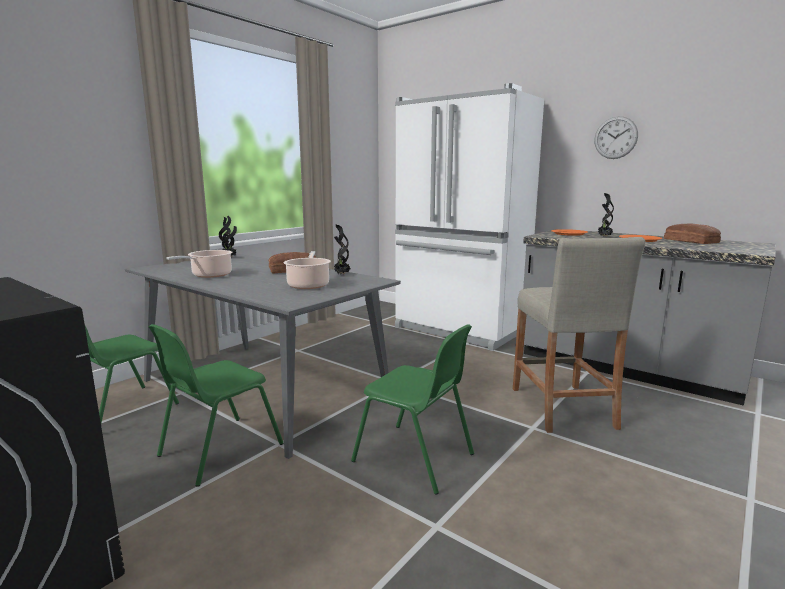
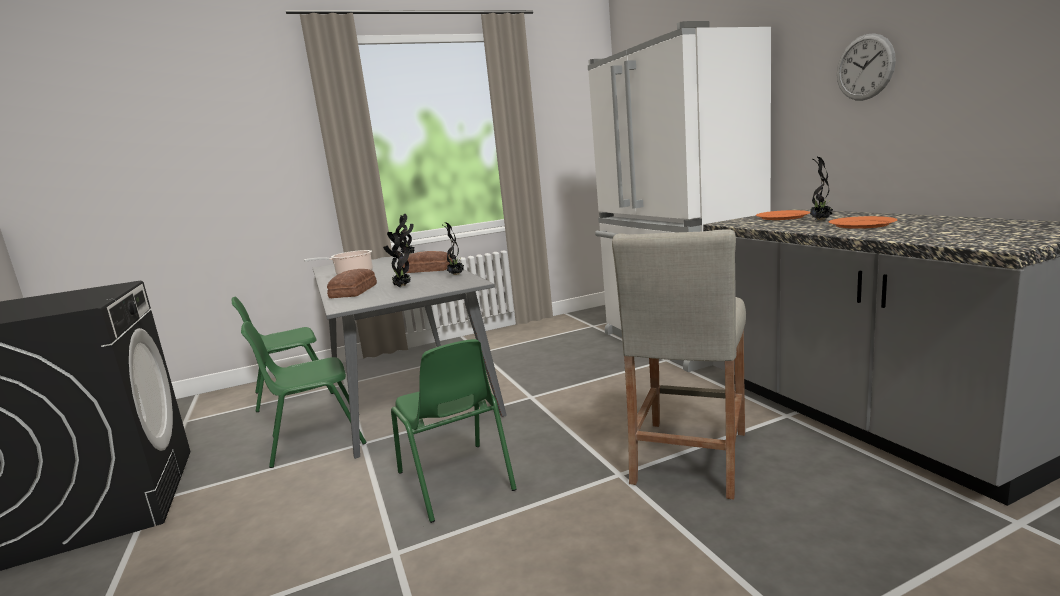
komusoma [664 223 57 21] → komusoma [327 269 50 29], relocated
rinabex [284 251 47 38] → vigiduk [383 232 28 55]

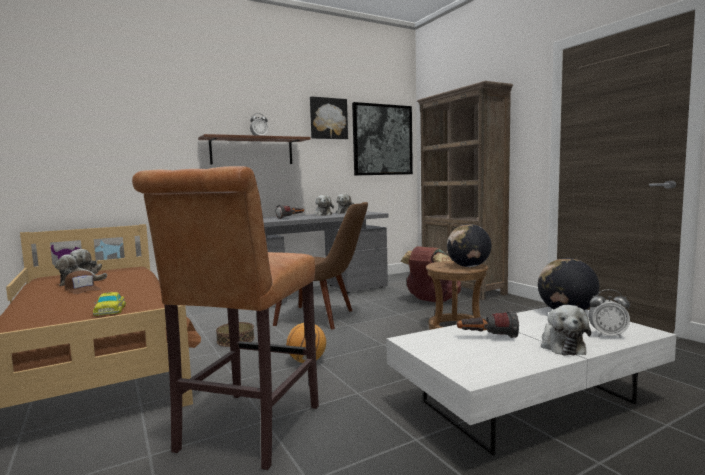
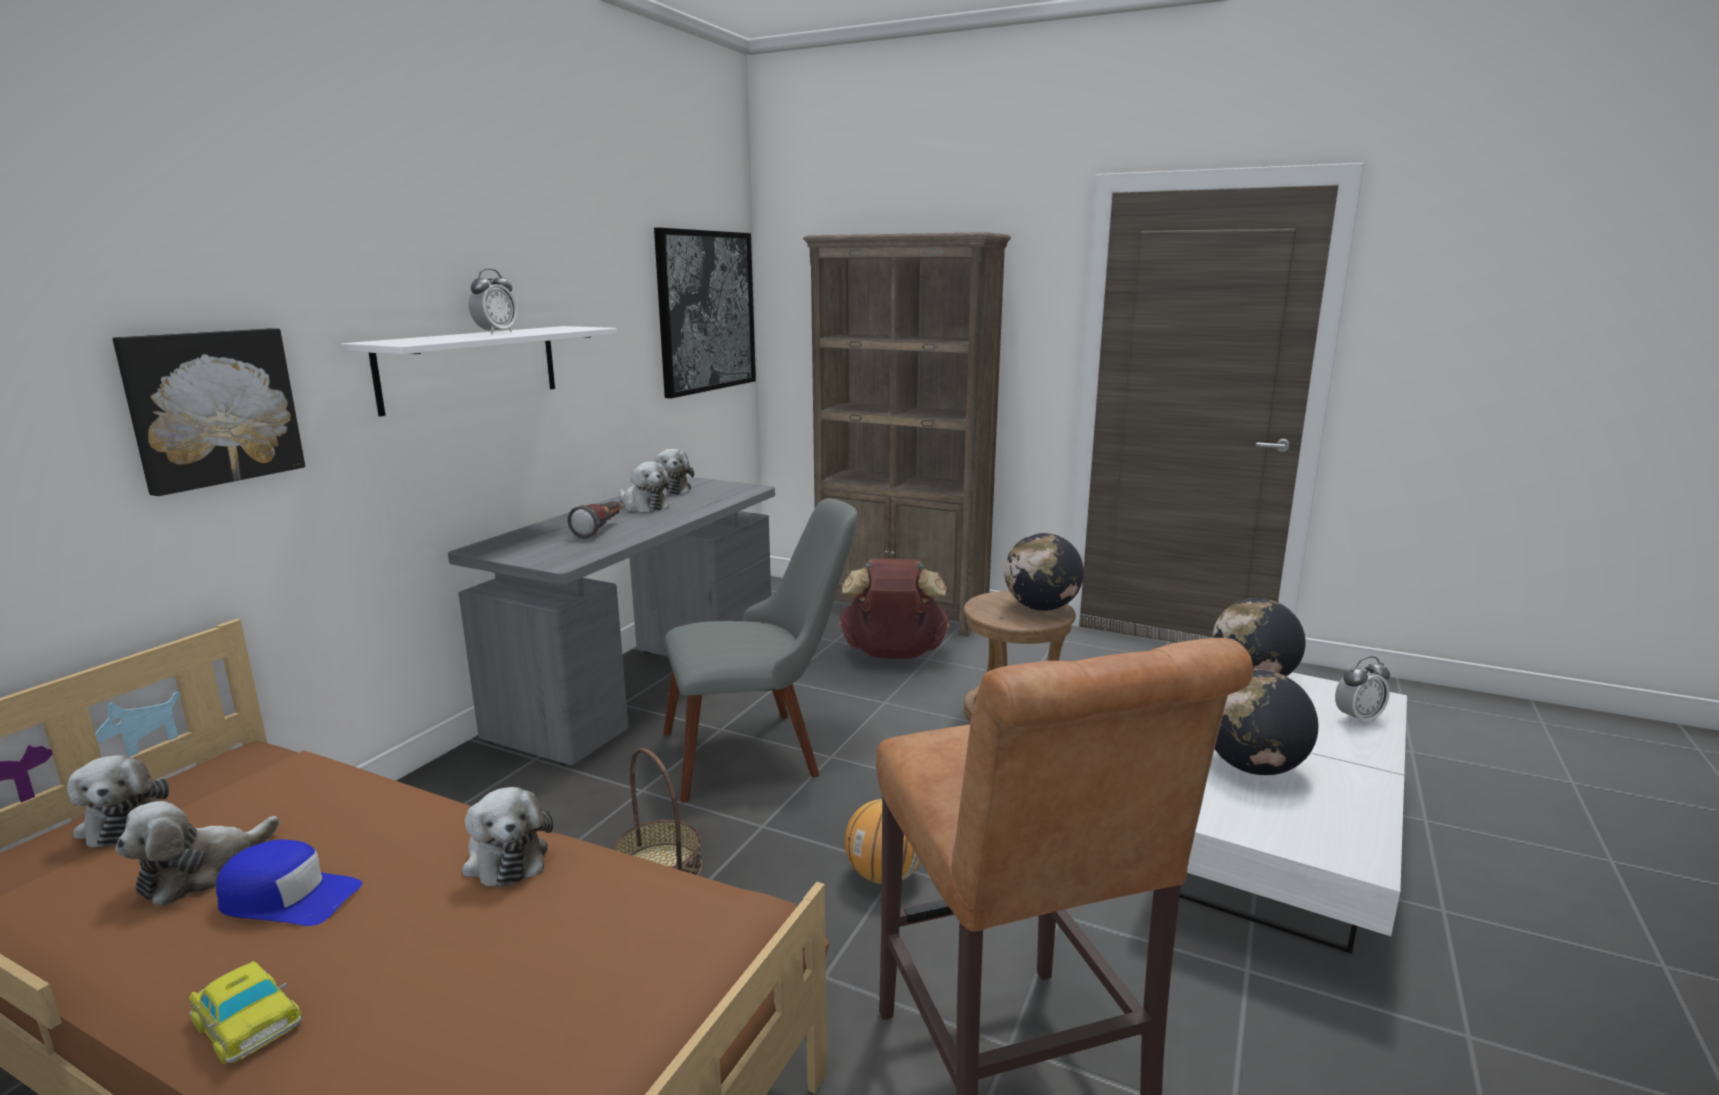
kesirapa [93 292 33 24] → kesirapa [189 961 113 103], relocated
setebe [310 96 38 43] → setebe [112 328 193 168], relocated
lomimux [541 305 50 51] → lomimux [462 787 91 101], relocated
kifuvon [457 311 62 27] → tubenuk [1215 669 103 106]
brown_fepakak [65 270 36 24] → blue_fepakak [216 839 146 87]
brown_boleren [198 134 113 31] → white_boleren [341 326 276 91]
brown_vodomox [273 202 95 127] → grey_vodomox [664 498 194 305]

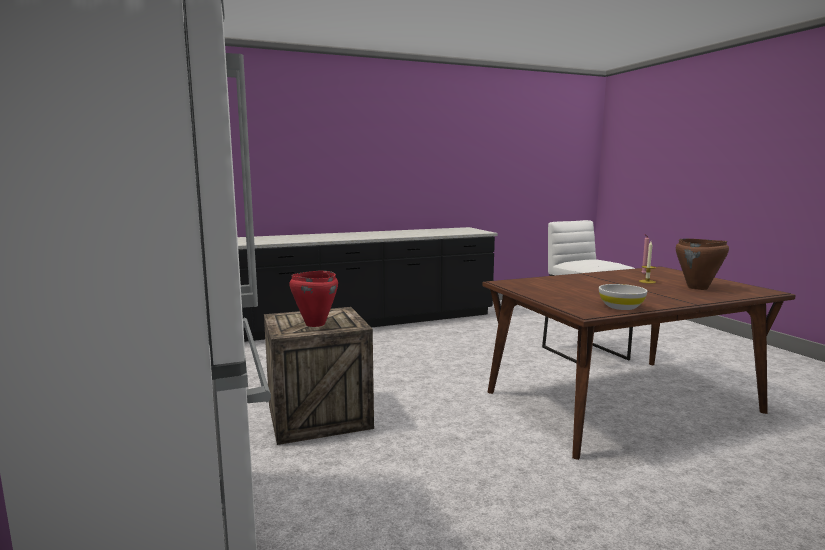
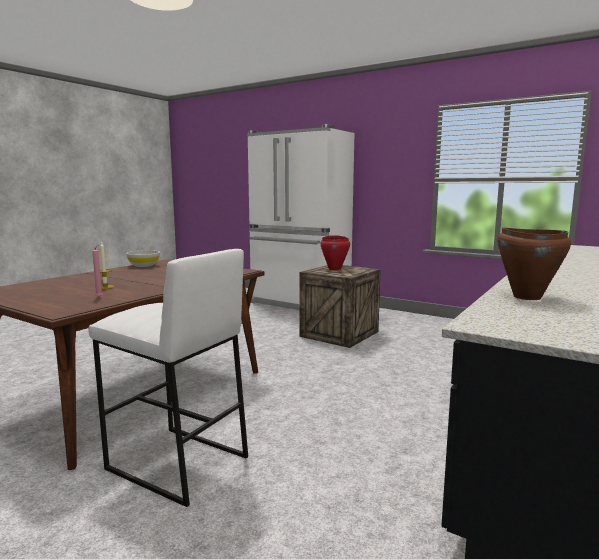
brown_rinabex [676 239 53 51] → brown_rinabex [497 228 74 72], relocated

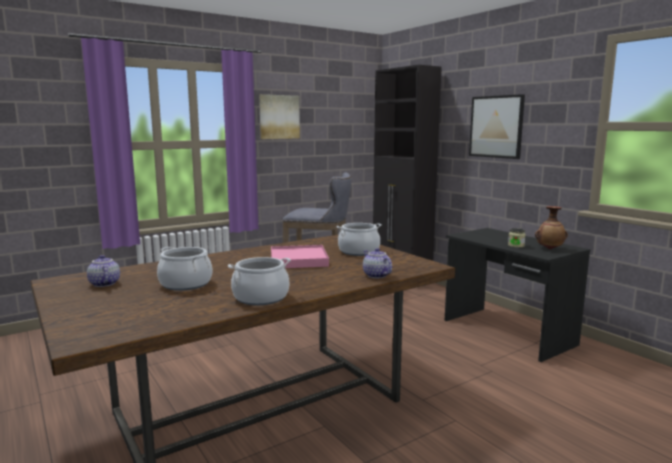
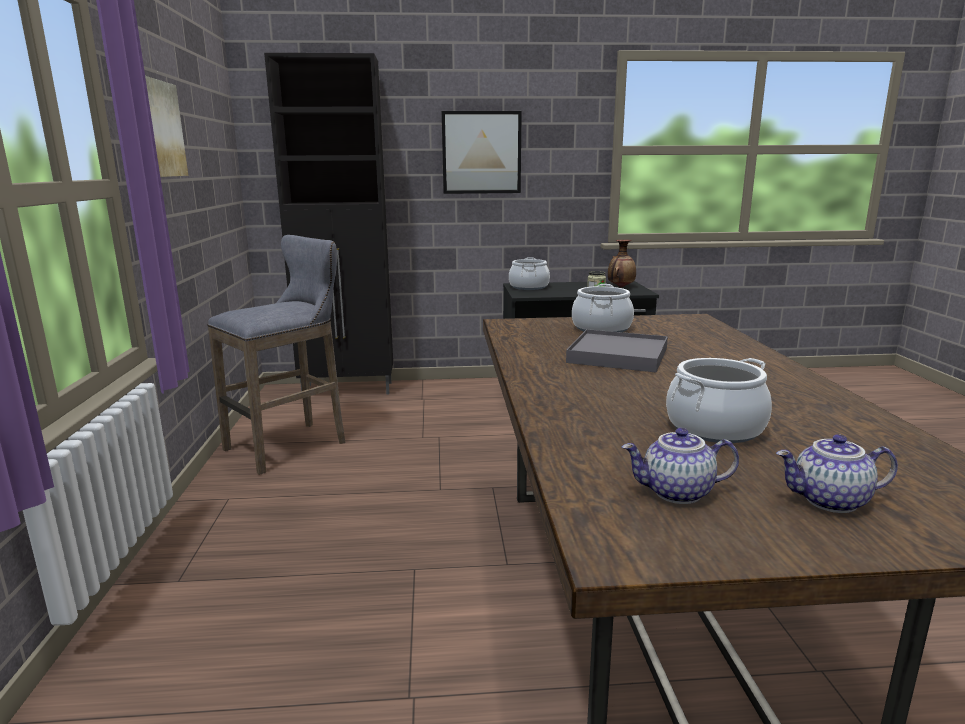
rinabex [228 257 63 48] → rinabex [509 257 41 33], relocated
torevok [363 248 29 30] → torevok [776 434 122 79], relocated
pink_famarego [271 245 58 23] → grey_famarego [566 329 102 43]

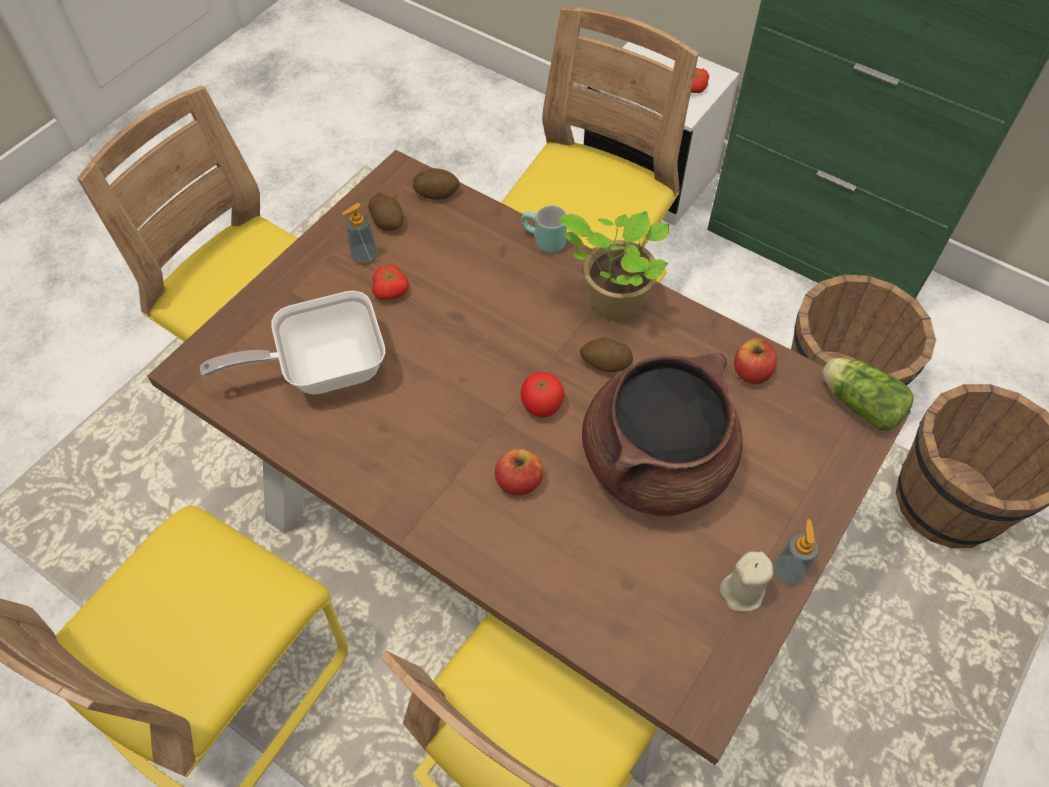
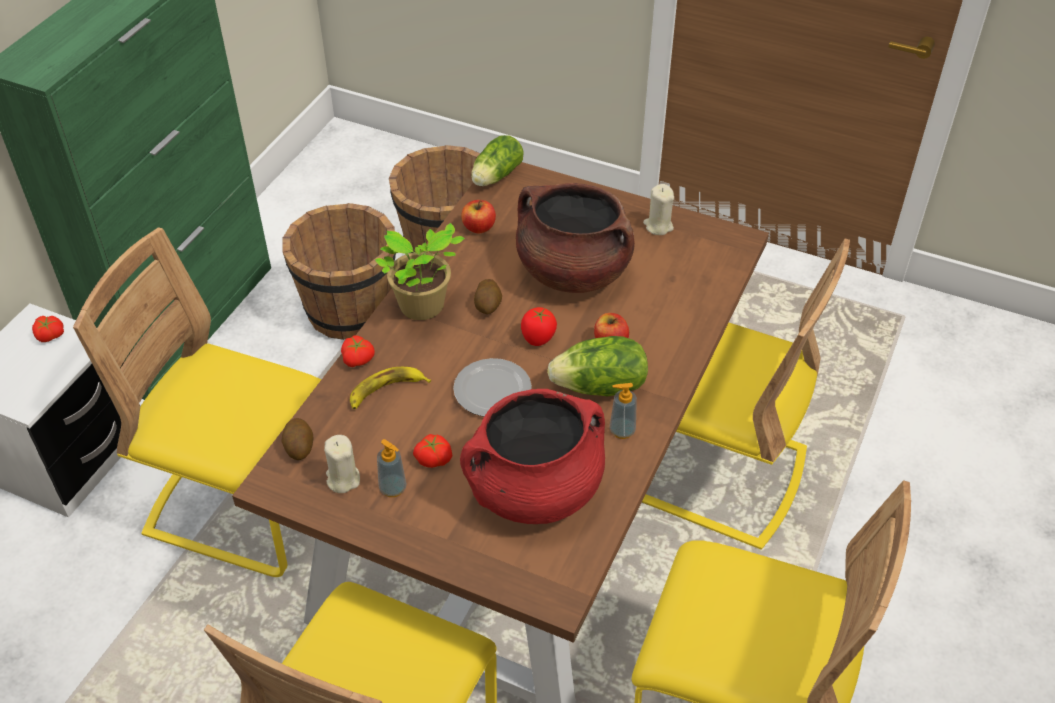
- → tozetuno [350 367 81 42]
- → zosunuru [453 358 79 59]
- → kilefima [547 336 101 60]
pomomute [773 519 46 67] → pomomute [610 383 27 56], relocated
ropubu [200 291 185 103] → red_rinabex [460 389 145 135]
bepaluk [368 193 35 38] → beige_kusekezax [324 435 36 58]
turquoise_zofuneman [521 205 46 48] → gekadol [341 335 34 32]

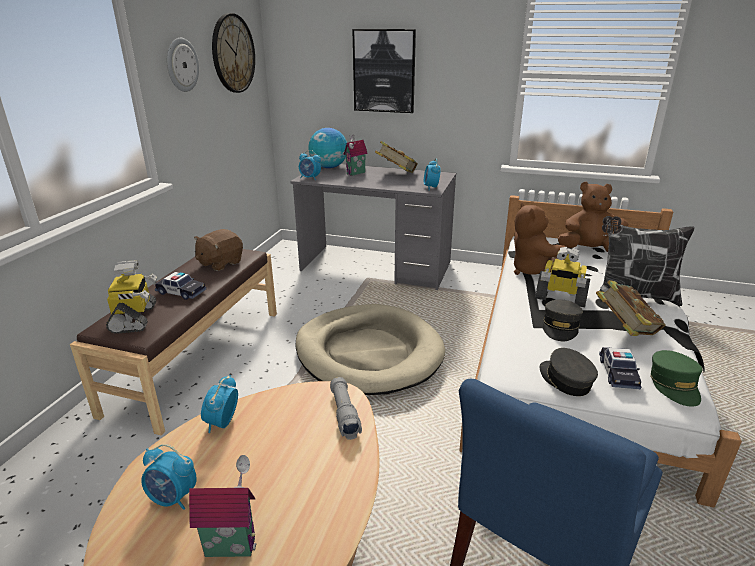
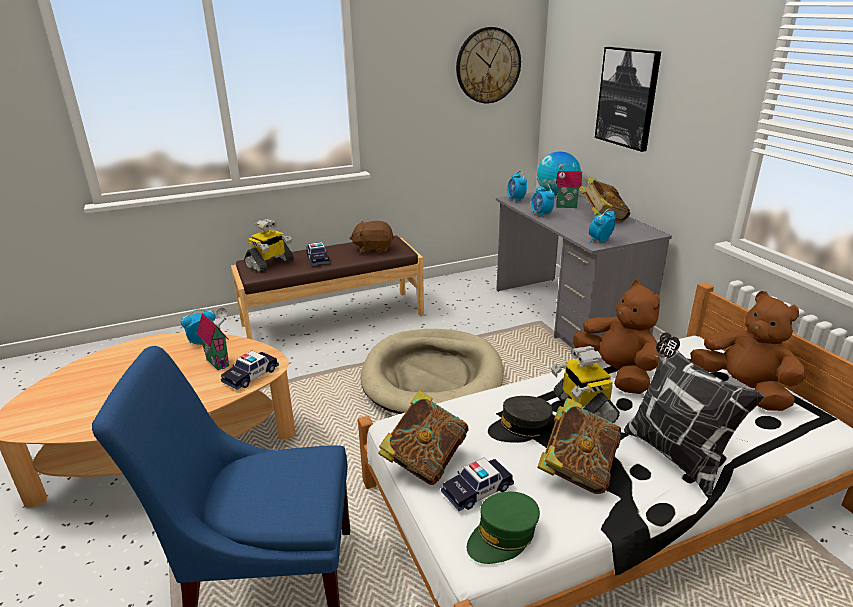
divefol [167 38 32 54] → -
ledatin [141 444 56 66] → ledatin [531 184 24 34], relocated
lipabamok [189 455 67 102] → lipabamok [197 308 32 62], relocated
grey_kifuvon [330 377 32 63] → kesirapa [221 351 58 39]
grey_fepakak [539 348 59 48] → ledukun [378 390 91 95]
brown_lomimux [514 202 57 73] → brown_lomimux [573 280 88 114], 120 degrees clockwise

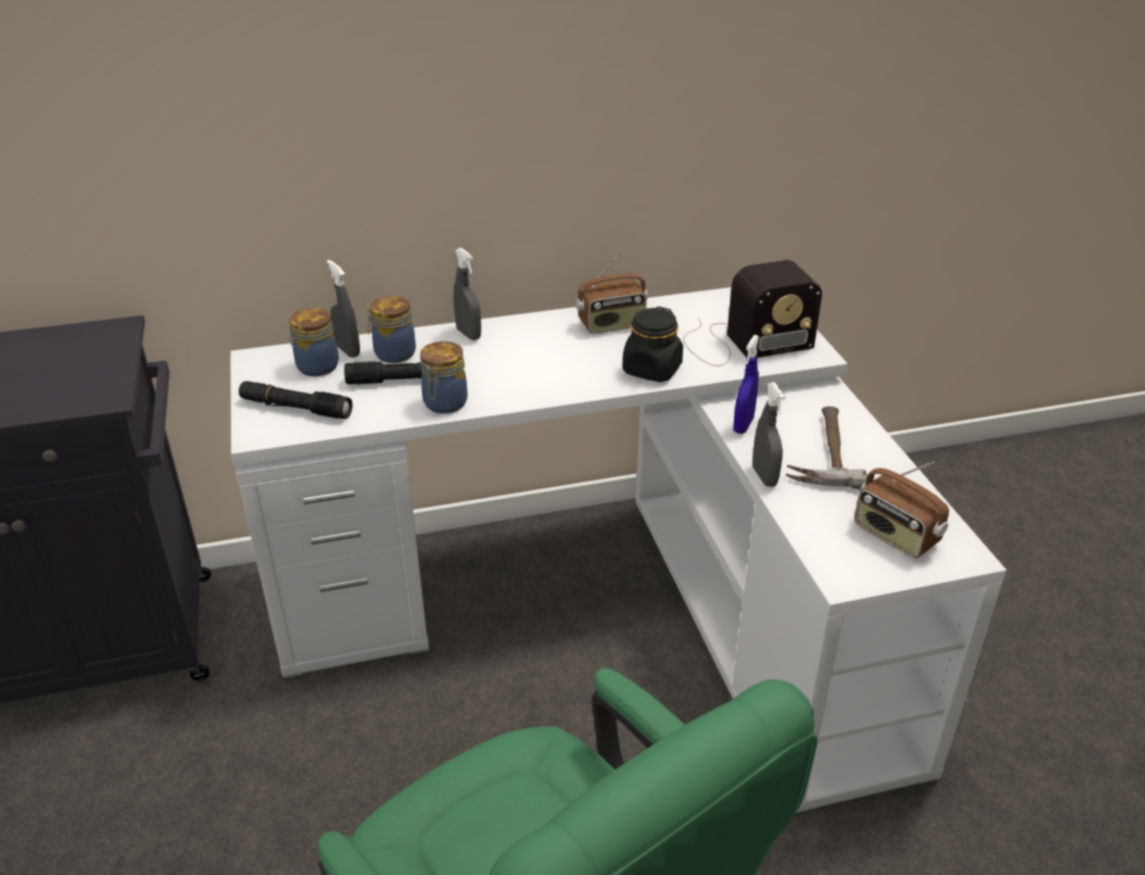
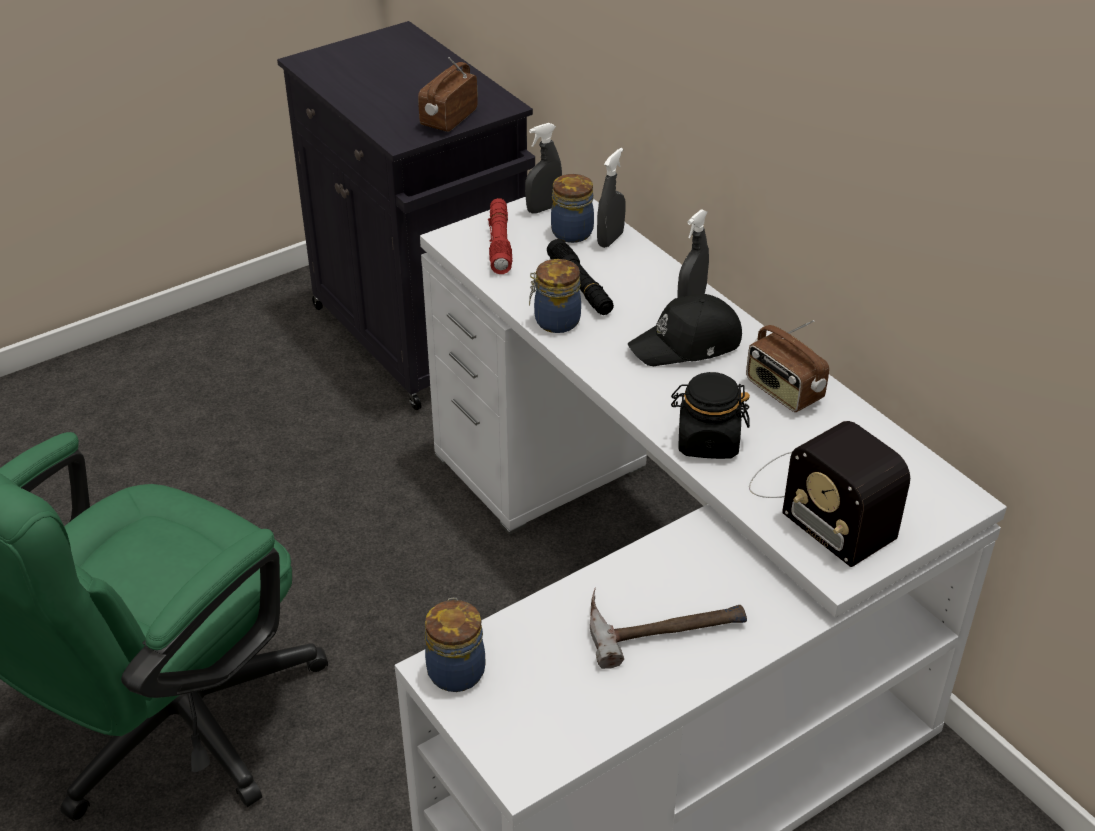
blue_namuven [733 335 26 99] → -
- → black_fepakak [628 294 114 72]
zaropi [366 296 50 67] → zaropi [425 598 60 94], relocated
grey_namuven [753 382 33 105] → grey_namuven [525 123 37 91], relocated
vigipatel [854 461 95 97] → vigipatel [418 57 60 75], relocated
black_kifuvon [239 381 114 38] → red_kifuvon [488 198 25 76]

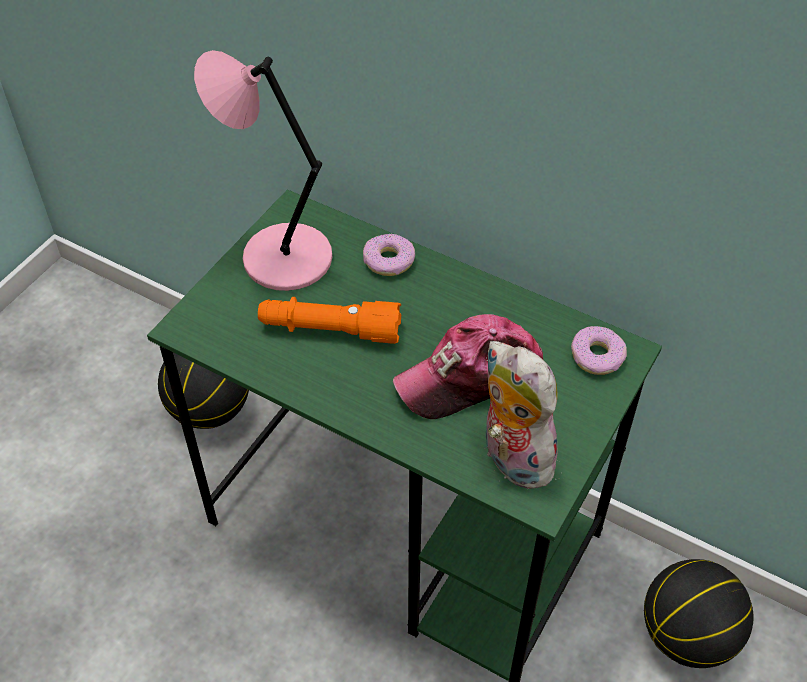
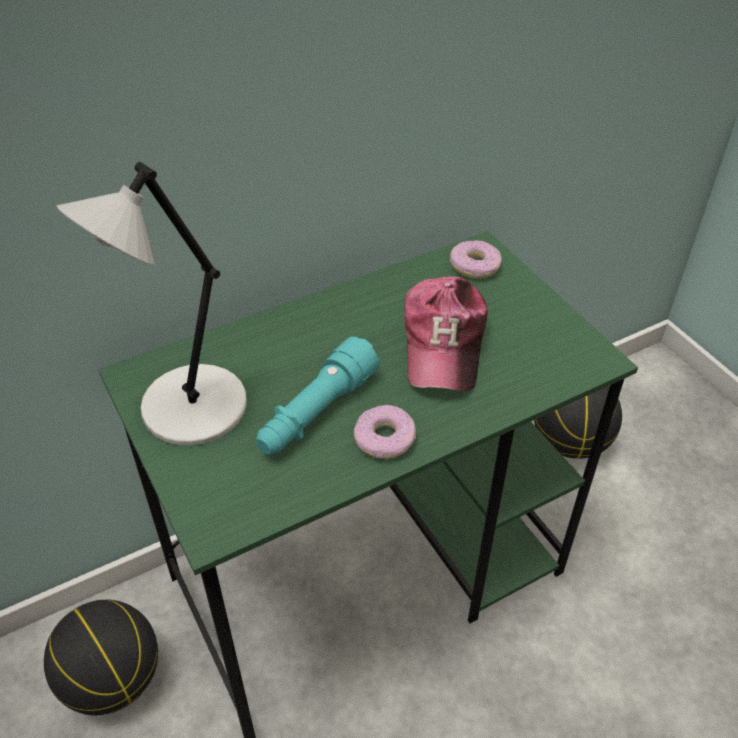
lomimux [484 341 78 148] → -
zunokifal [363 233 52 43] → zunokifal [354 405 62 54], relocated
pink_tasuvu [194 50 138 241] → grey_tasuvu [56 162 191 284]
orange_kifuvon [258 297 143 47] → turquoise_kifuvon [256 336 124 118]

